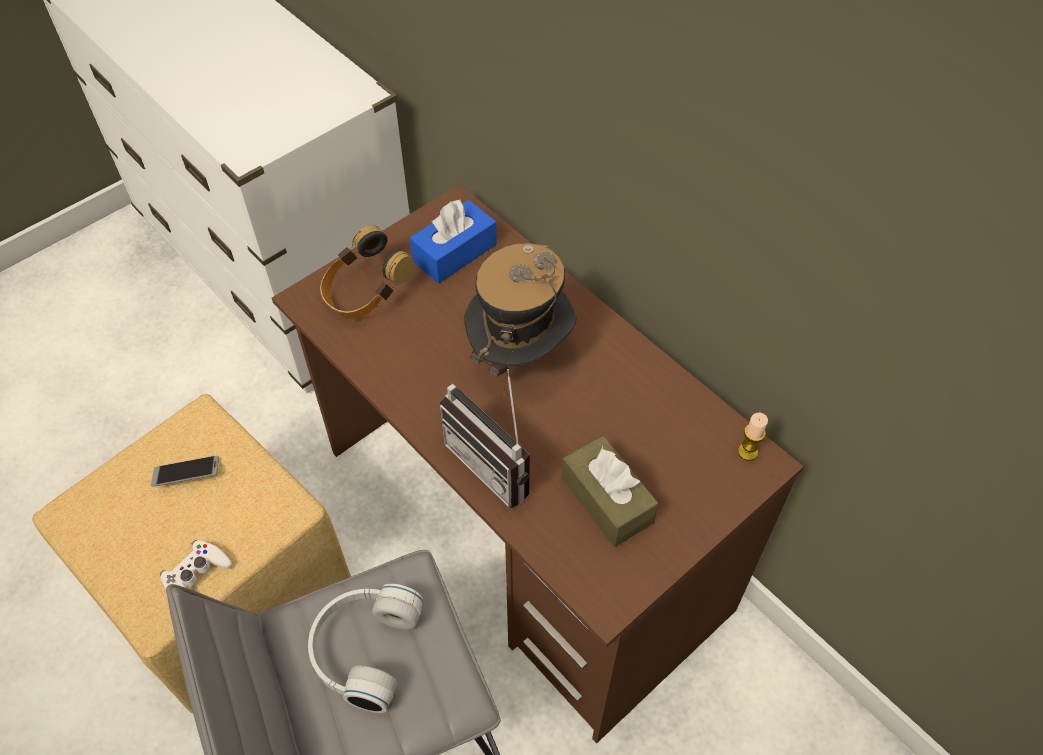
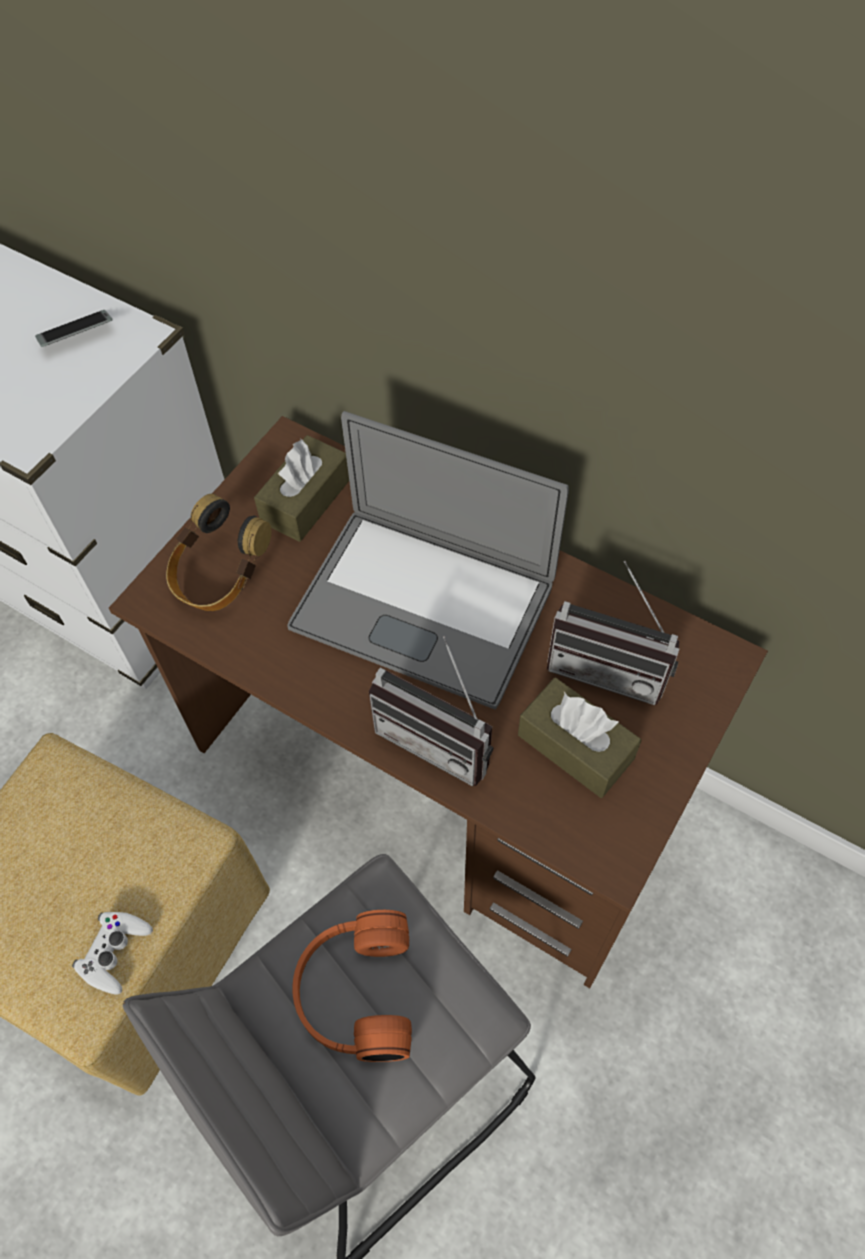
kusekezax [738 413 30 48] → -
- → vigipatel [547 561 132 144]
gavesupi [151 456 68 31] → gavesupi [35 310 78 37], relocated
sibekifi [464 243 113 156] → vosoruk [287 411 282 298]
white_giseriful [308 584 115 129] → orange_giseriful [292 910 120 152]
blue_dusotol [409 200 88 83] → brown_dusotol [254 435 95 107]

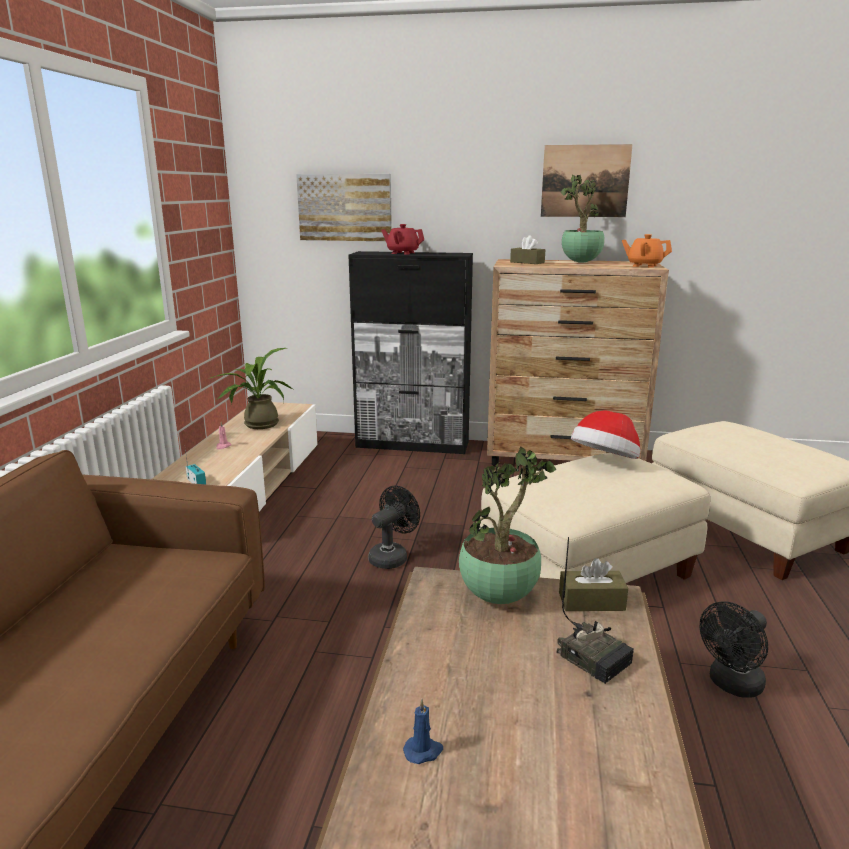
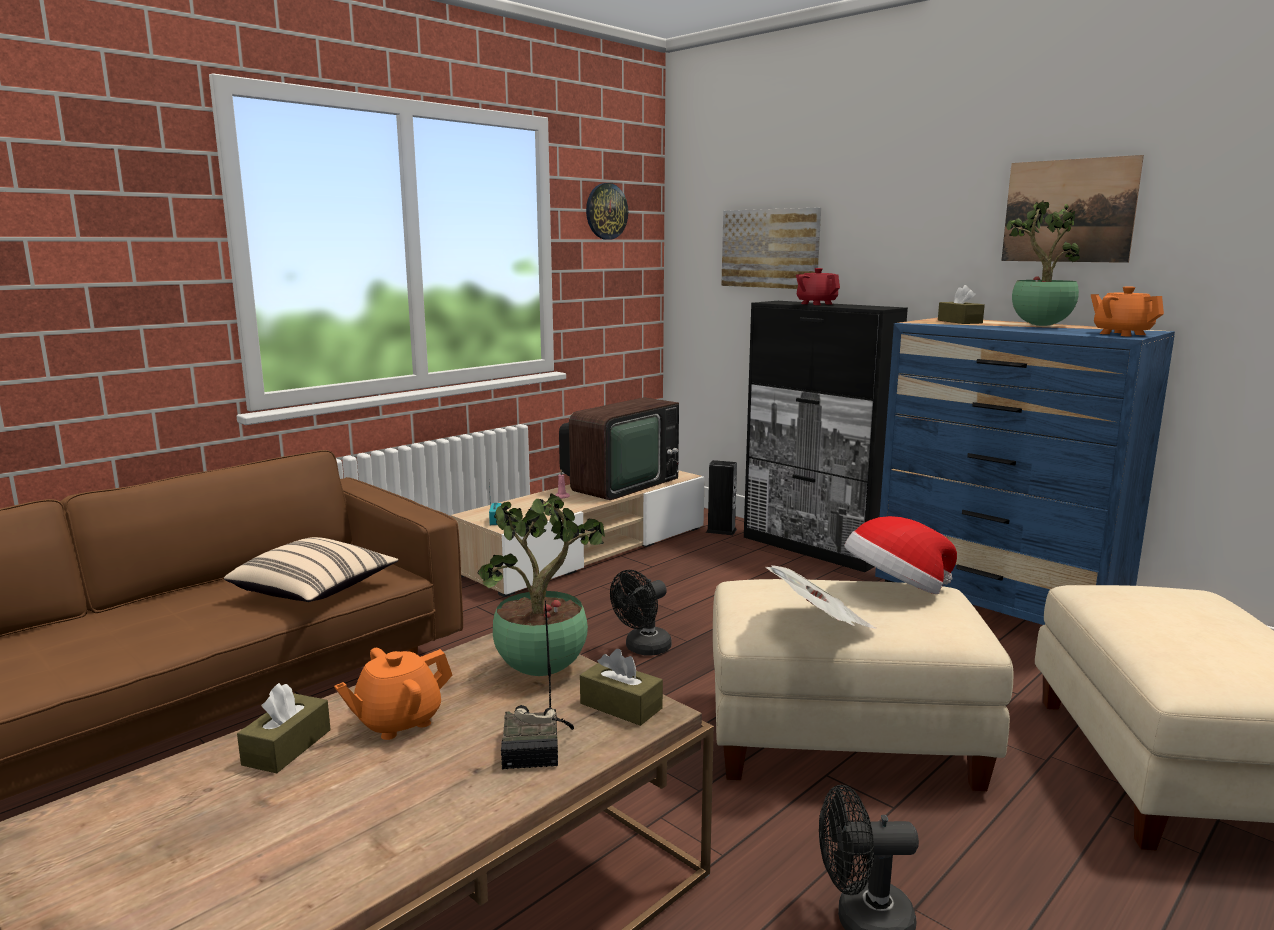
- → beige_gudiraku [224 537 174 65]
- → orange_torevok [334 648 118 92]
- → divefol [586 183 42 57]
- → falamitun [706 460 31 75]
- → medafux [765 565 112 64]
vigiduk [211 348 81 81] → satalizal [559 398 120 102]
blue_kusekezax [403 699 40 65] → brown_dusotol [237 683 94 90]
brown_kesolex [487 259 182 206] → blue_kesolex [875 318 300 307]
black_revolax [368 486 52 83] → black_revolax [610 570 62 85], 150 degrees clockwise

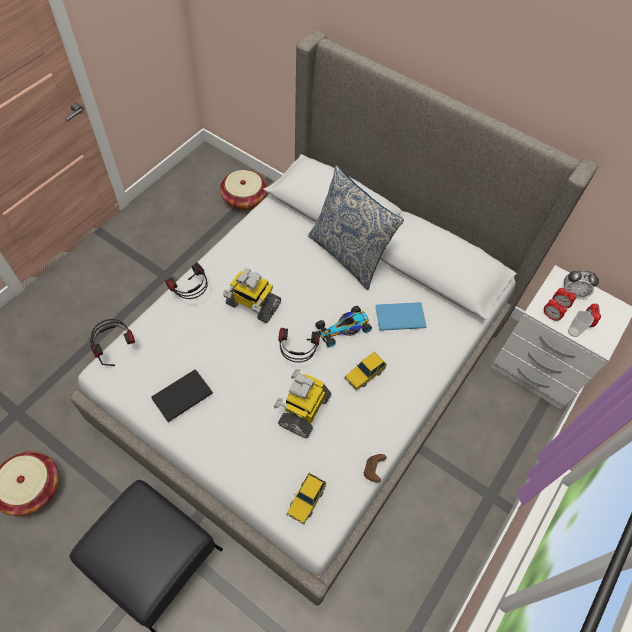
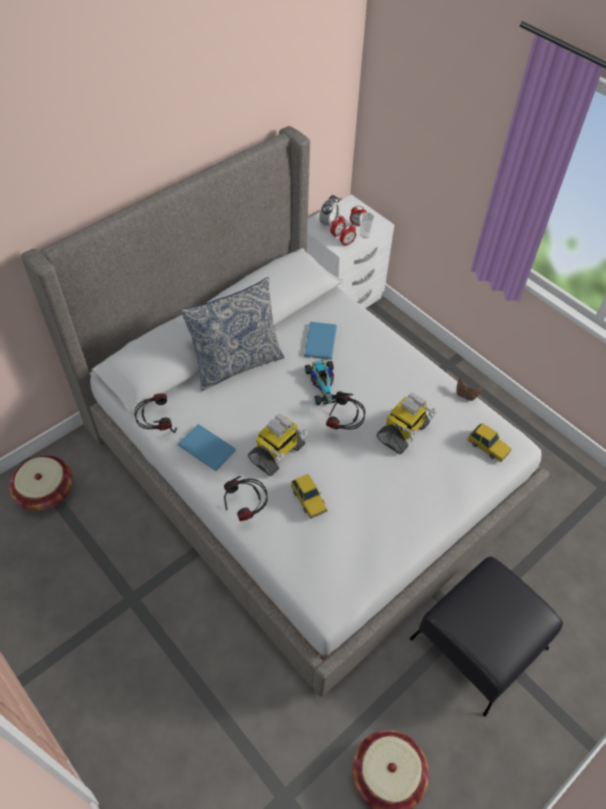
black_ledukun [151 370 62 52] → -
- → blue_ledukun [178 424 58 47]
giseriful [89 319 46 47] → giseriful [134 393 43 40], relocated
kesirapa [345 352 42 39] → kesirapa [291 474 37 45], relocated
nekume [274 369 57 69] → nekume [376 392 61 62], 90 degrees counterclockwise

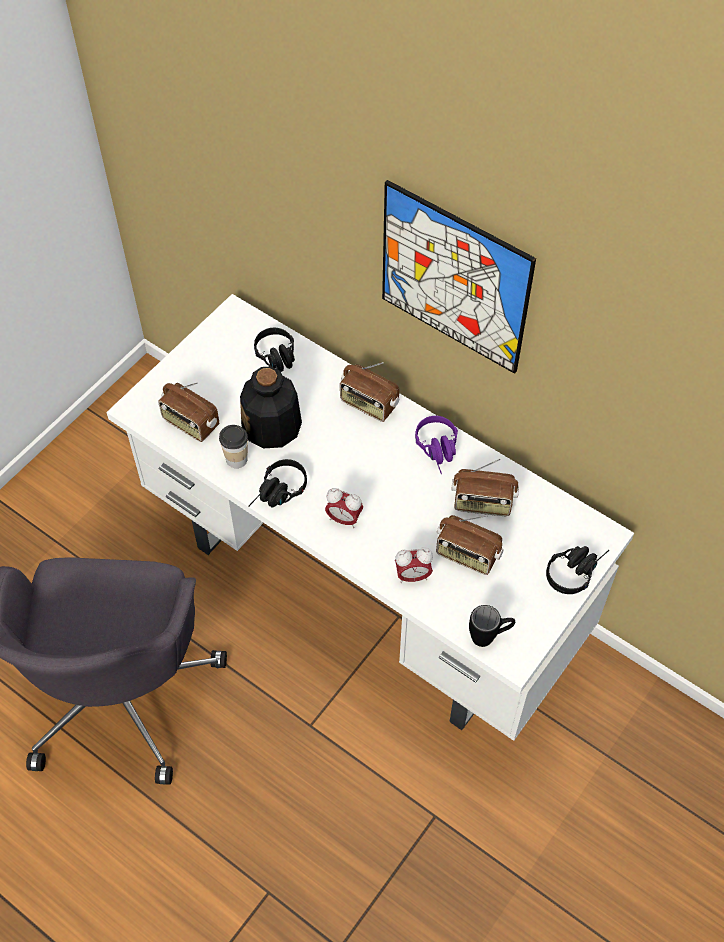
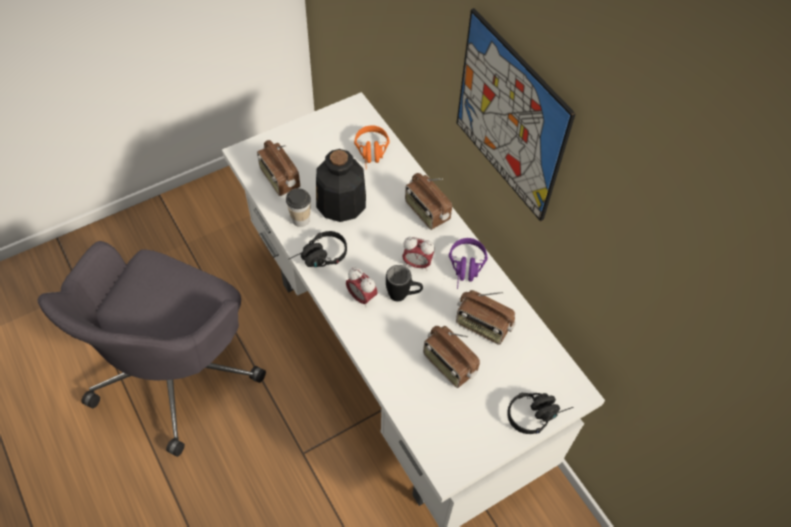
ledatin [395 547 38 36] → ledatin [402 237 33 34], relocated
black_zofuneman [469 605 46 42] → black_zofuneman [386 265 37 37], relocated
black_giseriful [254 328 41 44] → orange_giseriful [354 125 36 45]

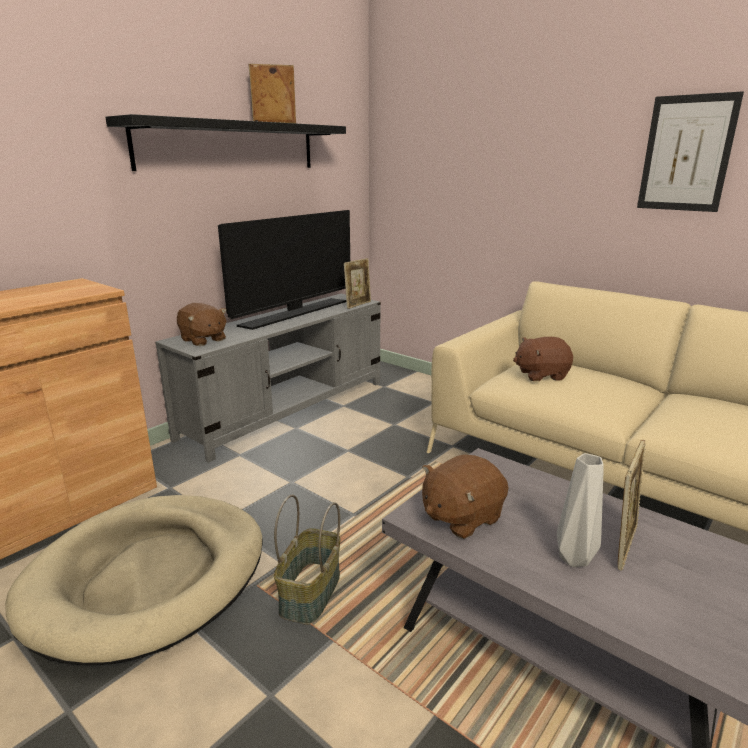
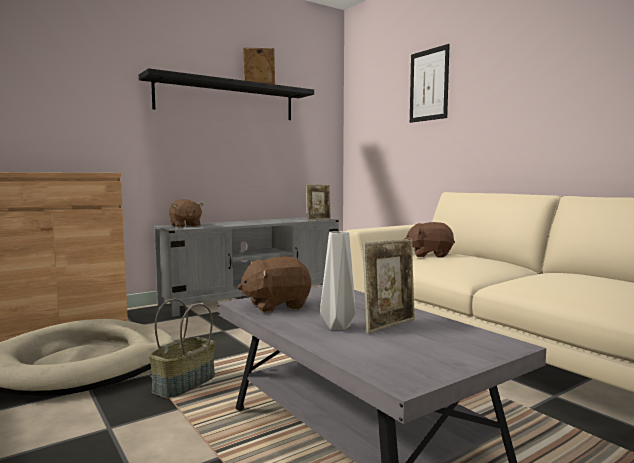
satalizal [218 210 132 120] → -
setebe [637 91 107 121] → setebe [410 44 40 79], relocated

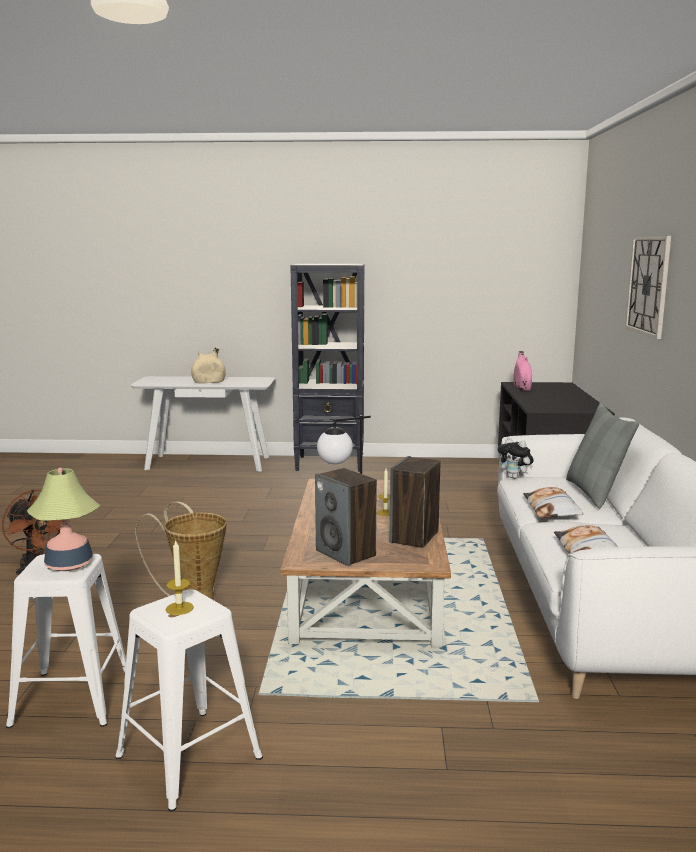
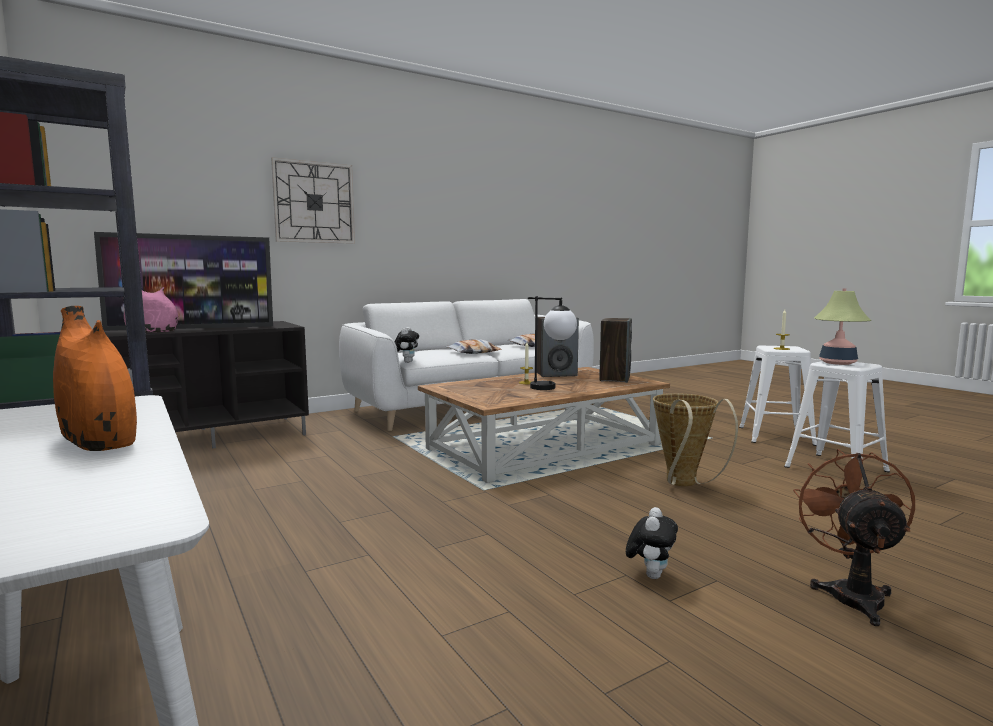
grey_gudiraku [566 403 73 105] → -
- → satalizal [94 232 179 99]
- → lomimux [626 507 52 72]
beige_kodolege [191 347 35 37] → orange_kodolege [53 306 84 145]

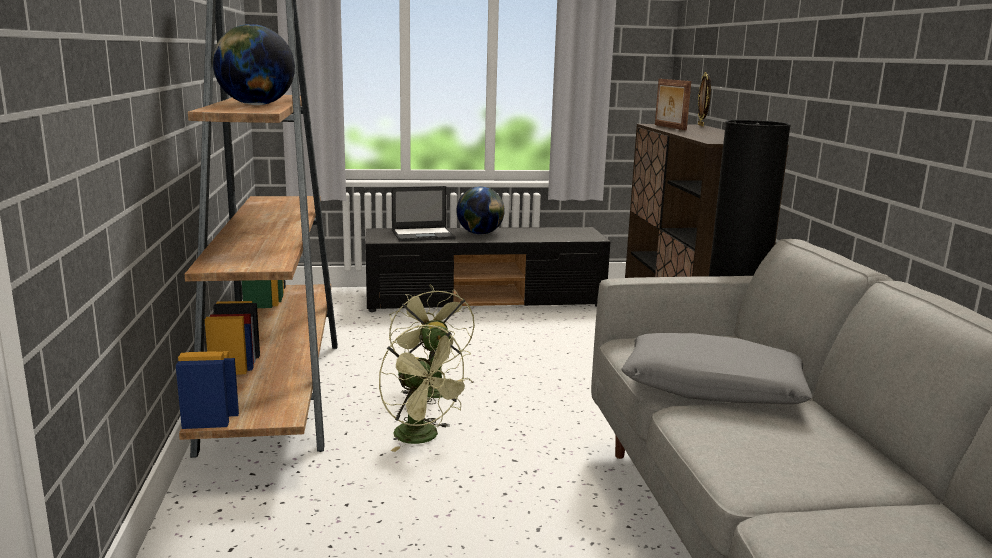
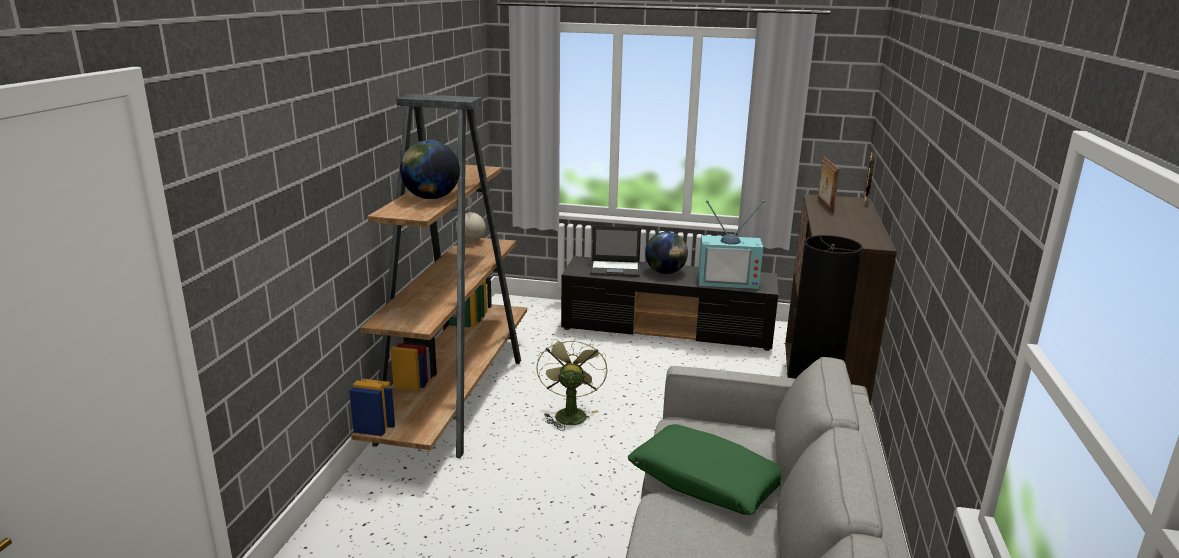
green_revolax [379 325 94 127] → -
- → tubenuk [456 196 30 46]
- → satalizal [698 200 67 89]
grey_gudiraku [621 333 192 71] → green_gudiraku [628 424 153 91]

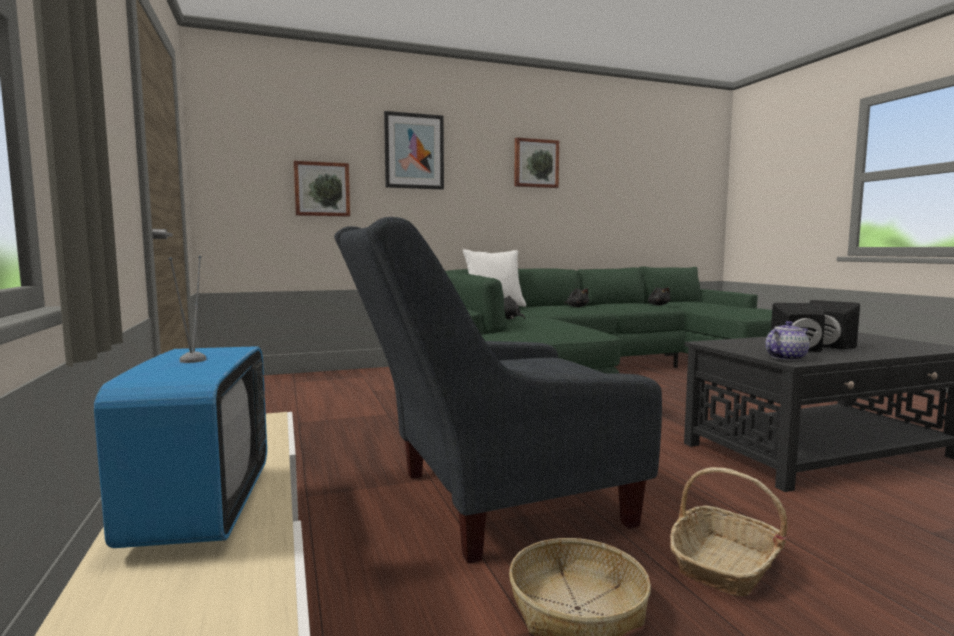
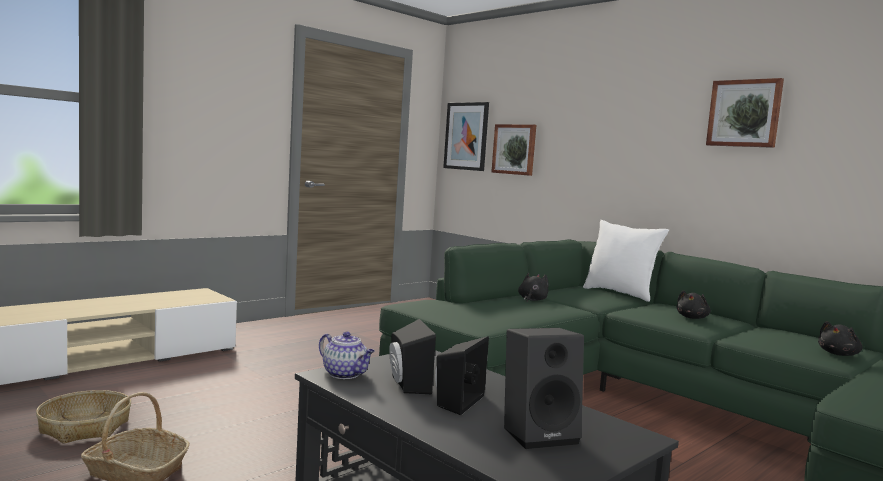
satalizal [94 256 173 292] → -
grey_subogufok [334 217 328 346] → -
- → black_falamitun [504 328 80 121]
setebe [384 111 60 79] → setebe [443 102 46 69], relocated

